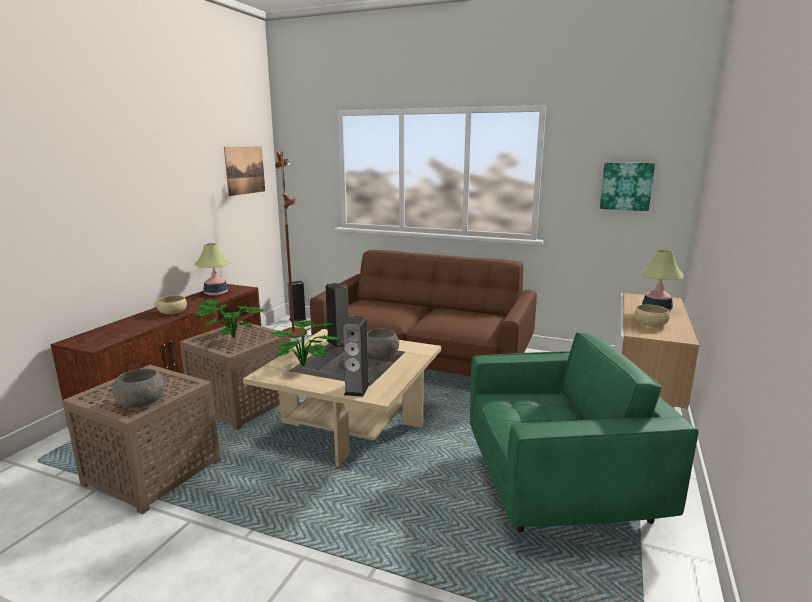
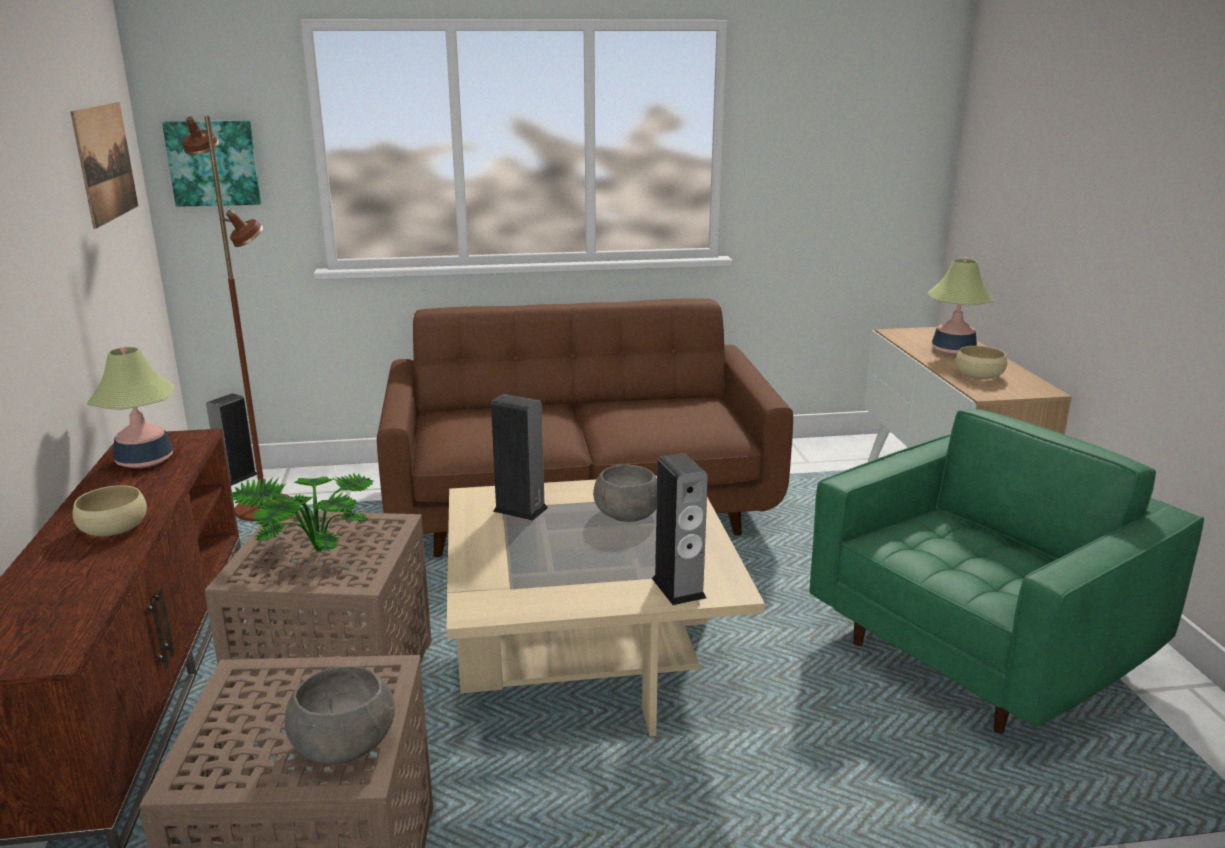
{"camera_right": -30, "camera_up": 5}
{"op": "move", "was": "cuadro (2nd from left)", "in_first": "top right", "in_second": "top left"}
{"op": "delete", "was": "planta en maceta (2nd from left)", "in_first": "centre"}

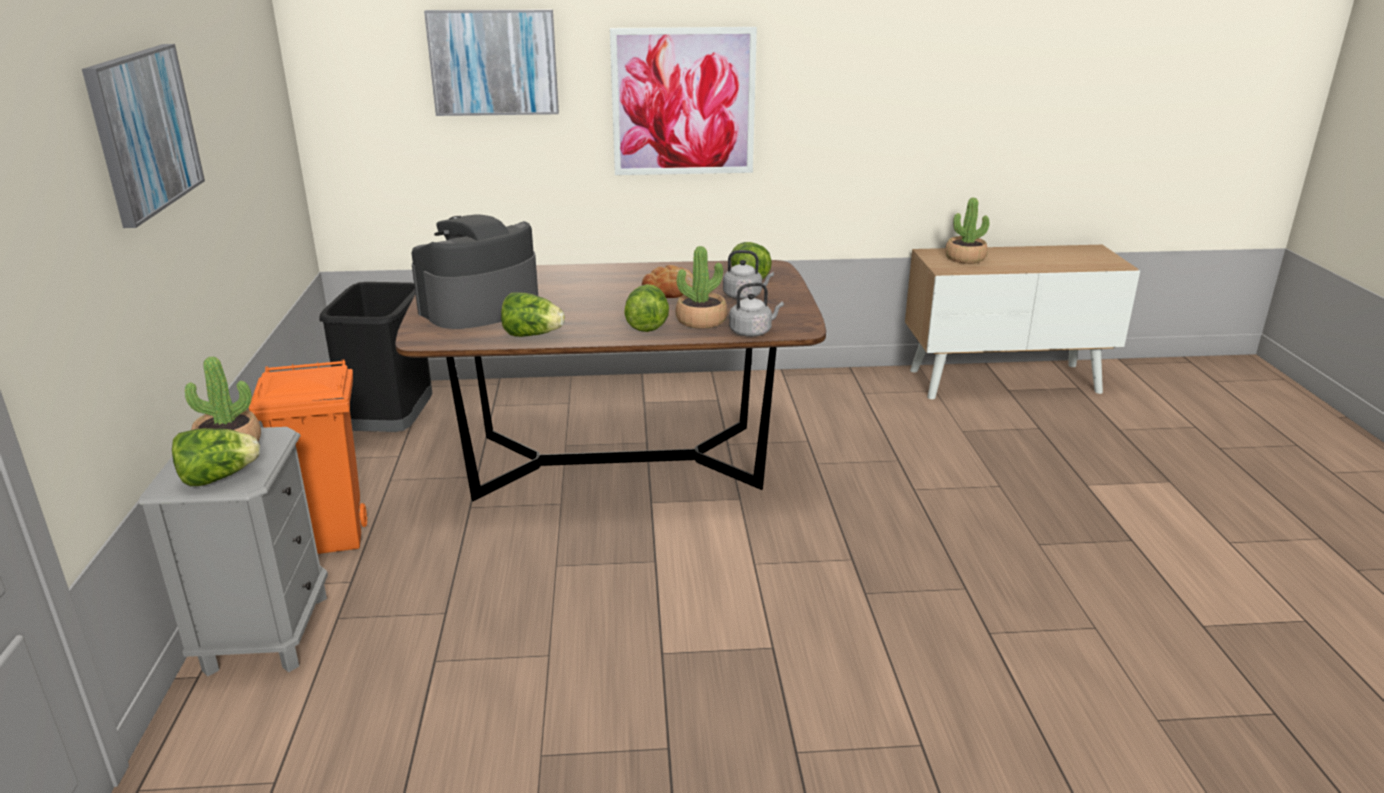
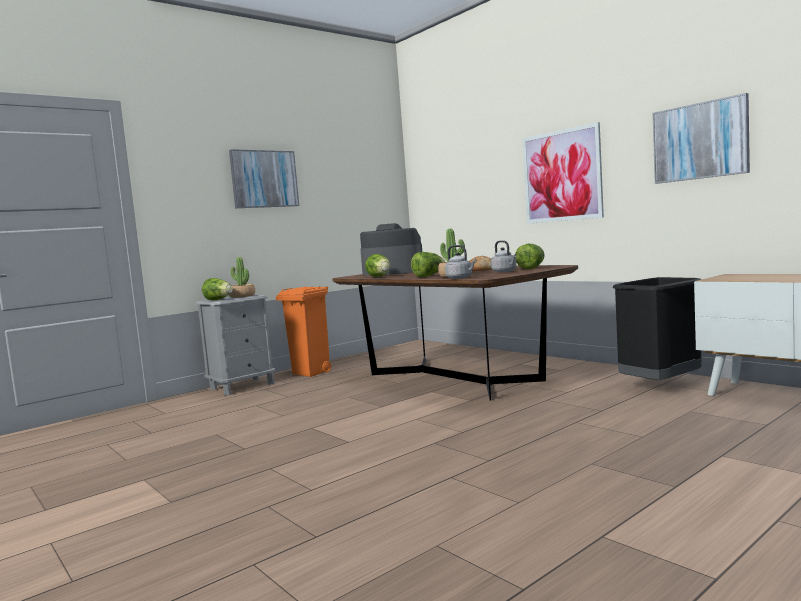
{"camera_right": 55, "camera_up": -20}
{"op": "move", "was": "cuadro (2nd from left in the first image)", "now": "cuadro (3rd from left)", "in_first": "top centre", "in_second": "top right"}
{"op": "delete", "was": "planta en maceta (3rd from left)", "in_first": "top right"}
{"op": "move", "was": "papelera [negro]", "in_first": "middle left", "in_second": "middle right"}

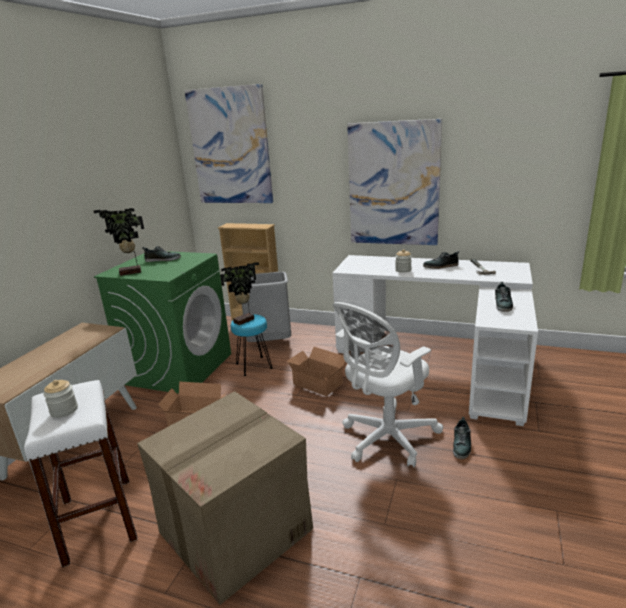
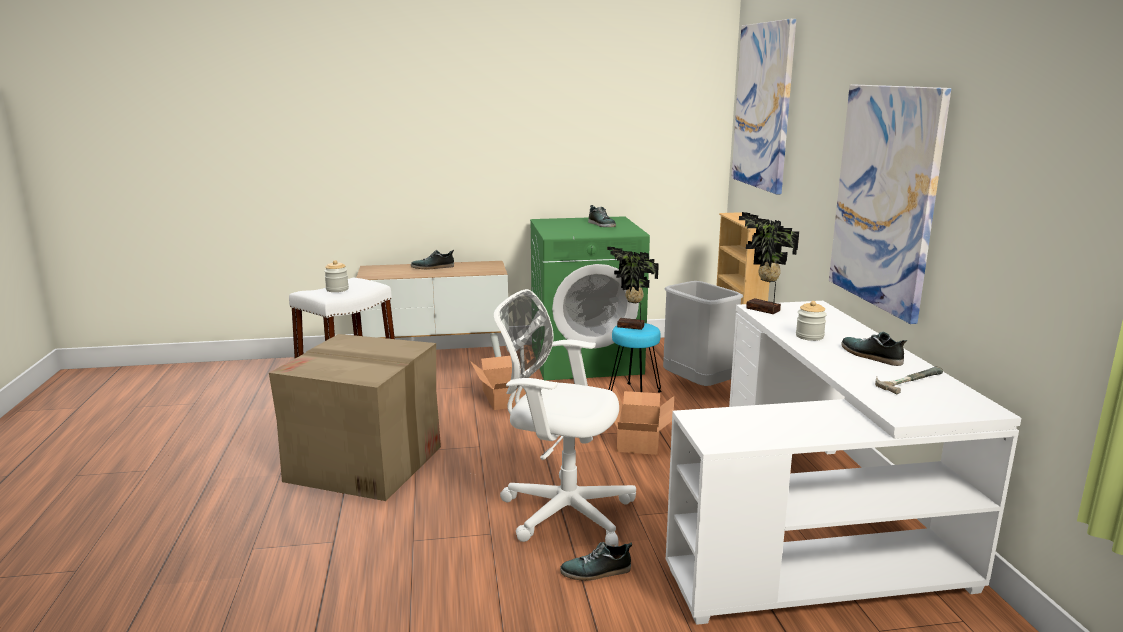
{"camera_right": 60, "camera_up": -5}
{"op": "move", "was": "planta en maceta (1st from left in the first image)", "now": "planta en maceta (2nd from left)", "in_first": "middle left", "in_second": "middle right"}
{"op": "move", "was": "zapato (4th from left in the first image)", "now": "zapato (1st from left)", "in_first": "middle right", "in_second": "centre"}

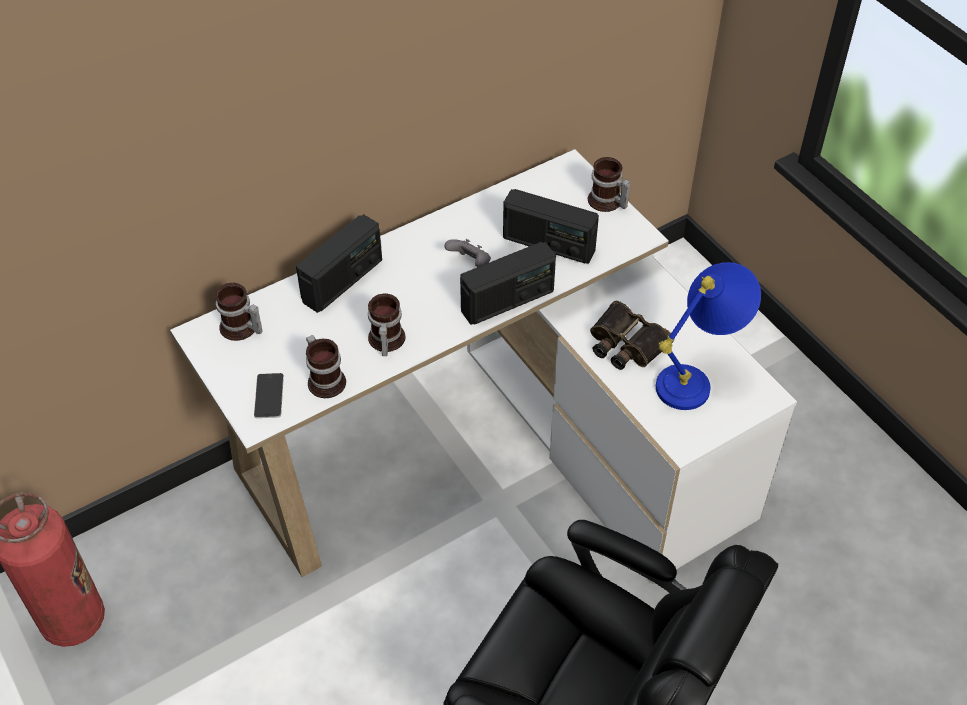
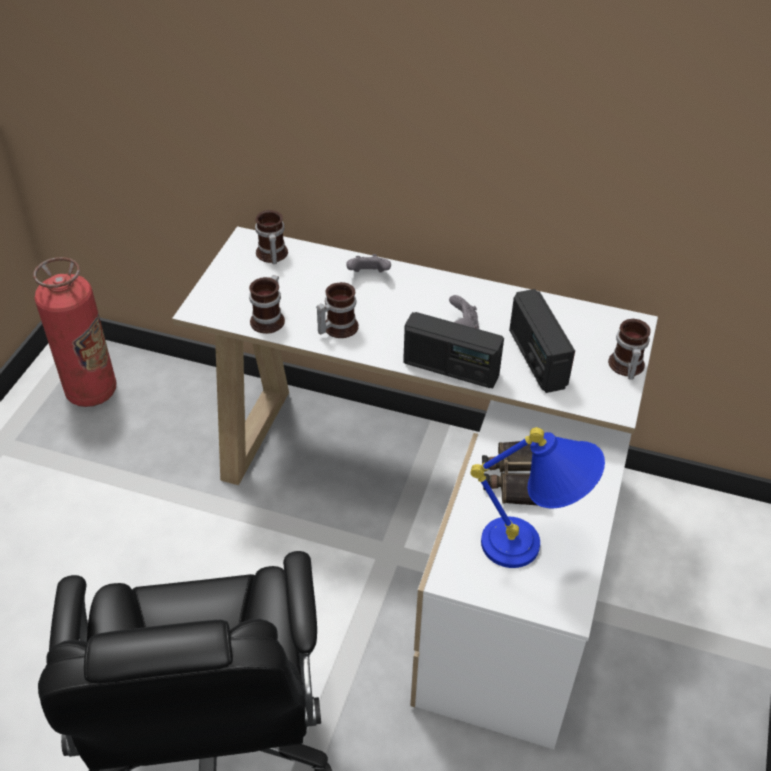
{"camera_right": 50, "camera_up": -5}
{"op": "replace", "was": "radio (1st from left)", "now": "mando de consola [gris] (1st from left)", "in_first": "centre", "in_second": "centre"}
{"op": "delete", "was": "móvil", "in_first": "middle left"}

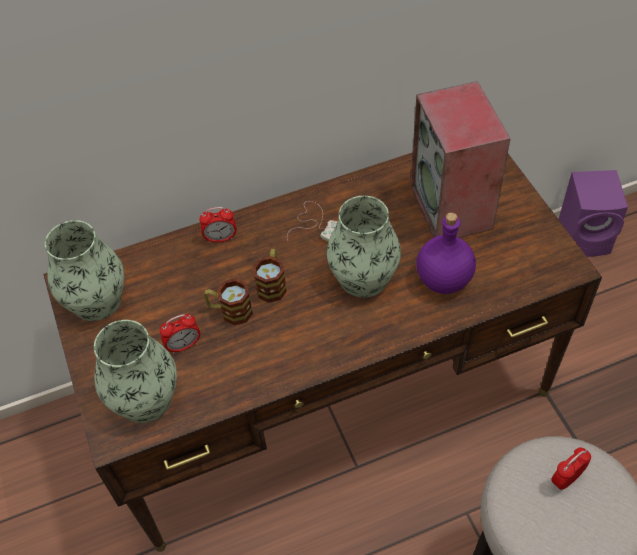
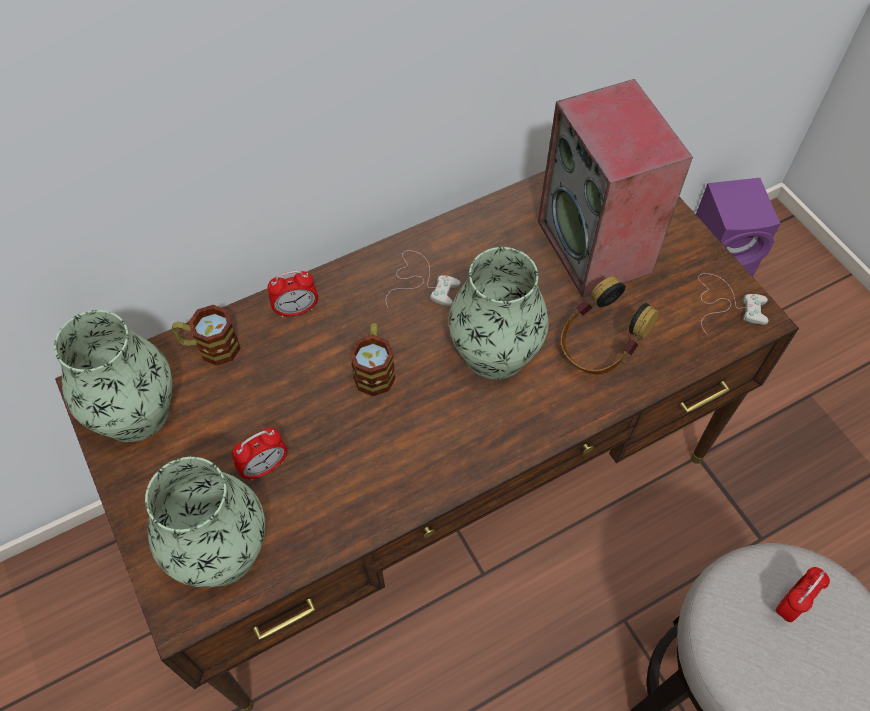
{"camera_right": -10, "camera_up": 5}
{"op": "replace", "was": "botella [morado]", "now": "auriculares", "in_first": "middle right", "in_second": "middle right"}
{"op": "move", "was": "taza grande (1st from left)", "in_first": "centre", "in_second": "middle left"}
{"op": "insert", "now": "mando de consola [blanco] (2nd from left)", "in_second": "middle right"}

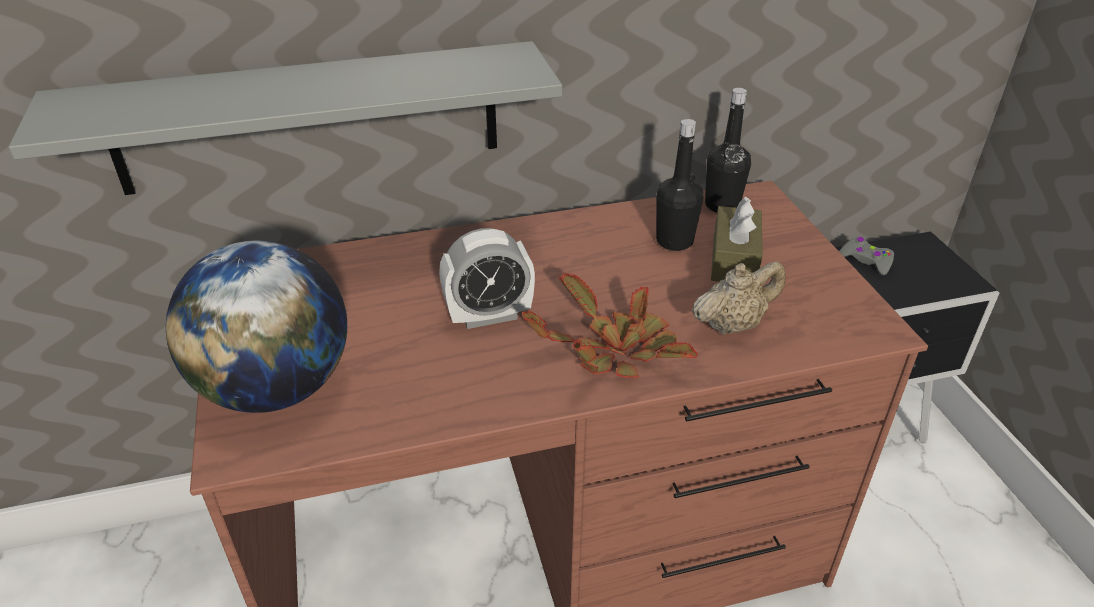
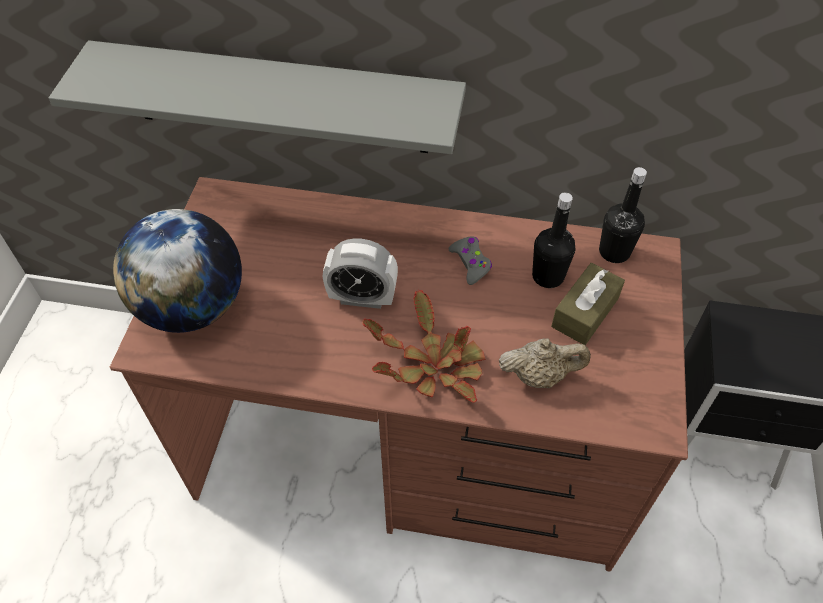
{"camera_right": 25, "camera_up": 15}
{"op": "move", "was": "mando de consola [gris]", "in_first": "middle right", "in_second": "centre"}

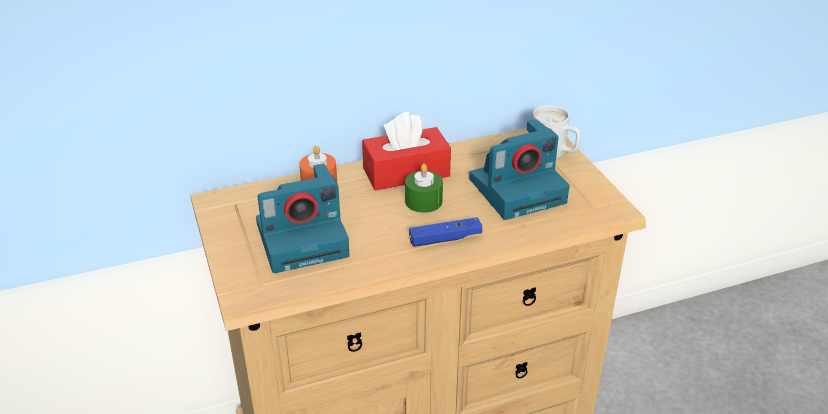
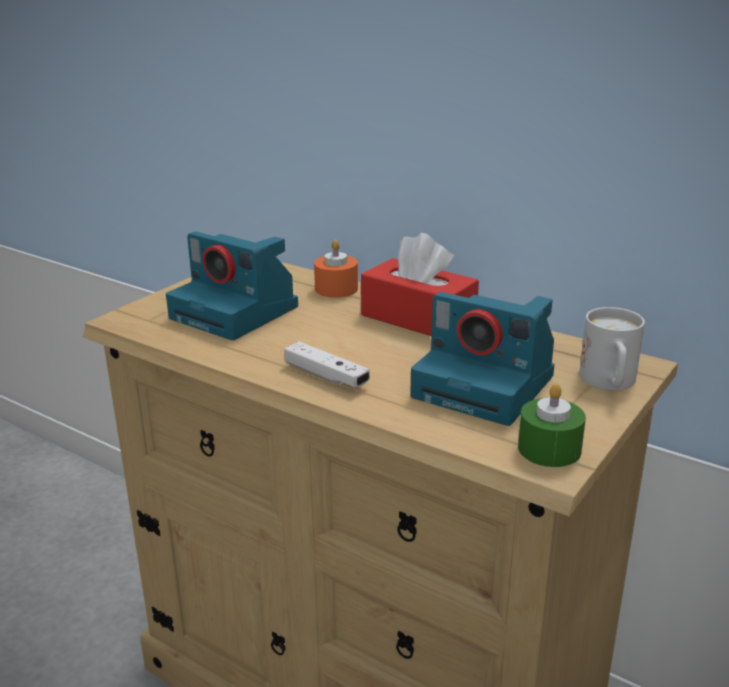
{"camera_right": 55, "camera_up": -10}
{"op": "move", "was": "vela [verde]", "in_first": "centre", "in_second": "middle right"}
{"op": "recolor", "was": "mando de consola [azul]", "now": "mando de consola [blanco]", "in_first": "centre", "in_second": "centre"}

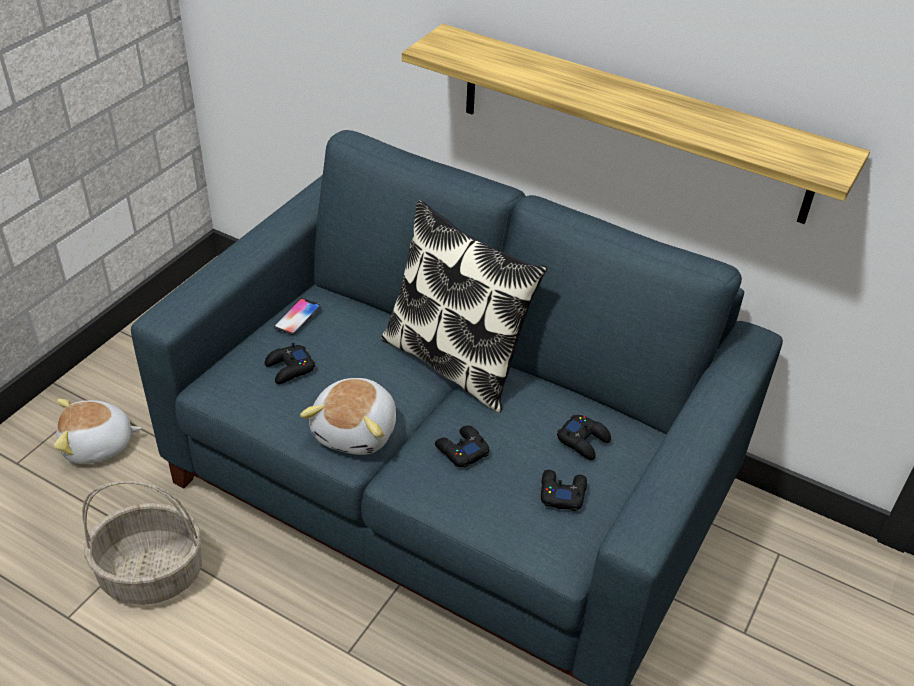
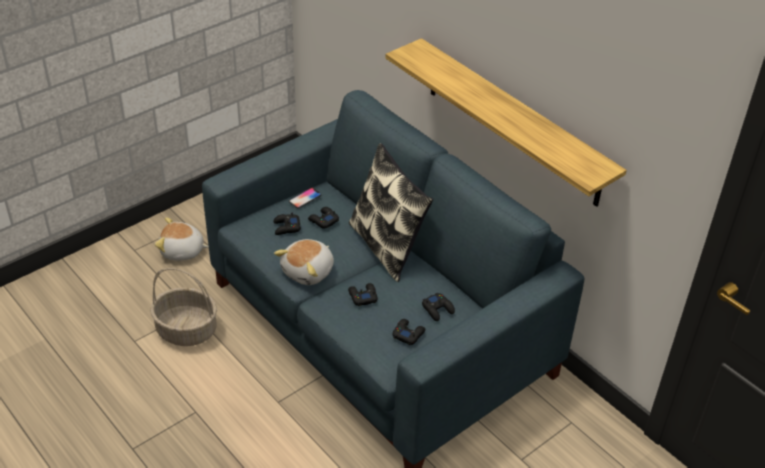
{"camera_right": 20, "camera_up": 0}
{"op": "insert", "now": "mando de consola [negro] (2nd from left)", "in_second": "centre"}

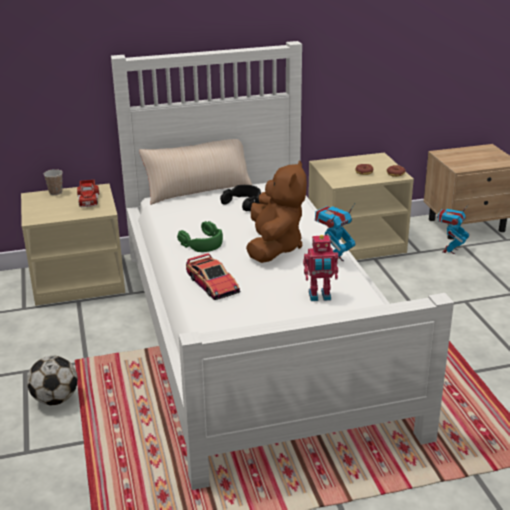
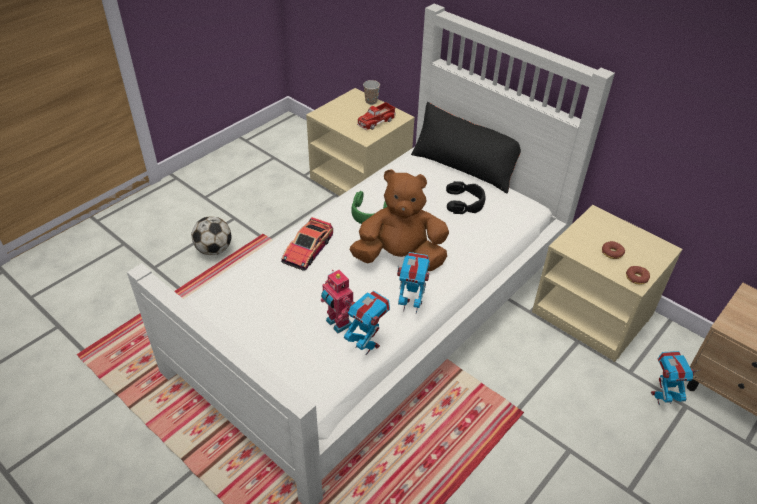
{"camera_right": 55, "camera_up": 15}
{"op": "recolor", "was": "cojín [beis]", "now": "cojín [negro]", "in_first": "centre", "in_second": "top centre"}
{"op": "rotate", "was": "peluche [marrón]", "in_first": "centre", "in_second": "centre", "clockwise": -150}
{"op": "insert", "now": "robot de juguete (2nd from left)", "in_second": "centre"}

